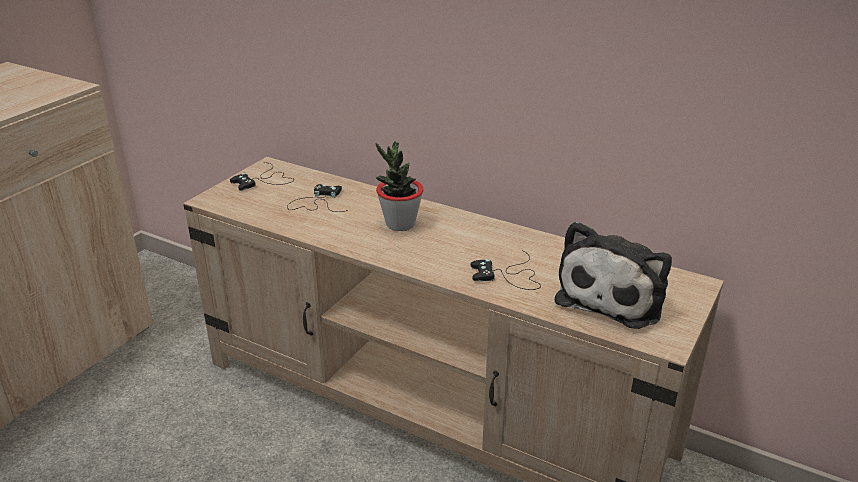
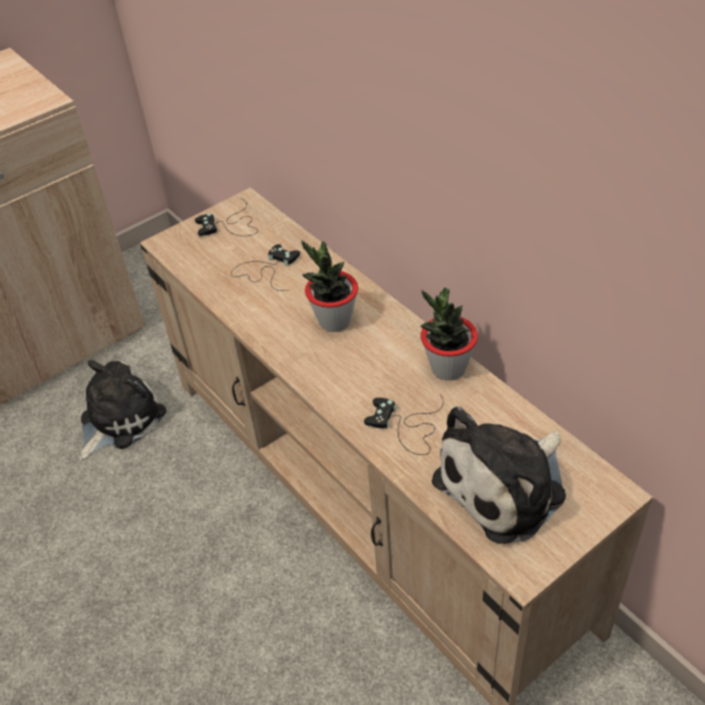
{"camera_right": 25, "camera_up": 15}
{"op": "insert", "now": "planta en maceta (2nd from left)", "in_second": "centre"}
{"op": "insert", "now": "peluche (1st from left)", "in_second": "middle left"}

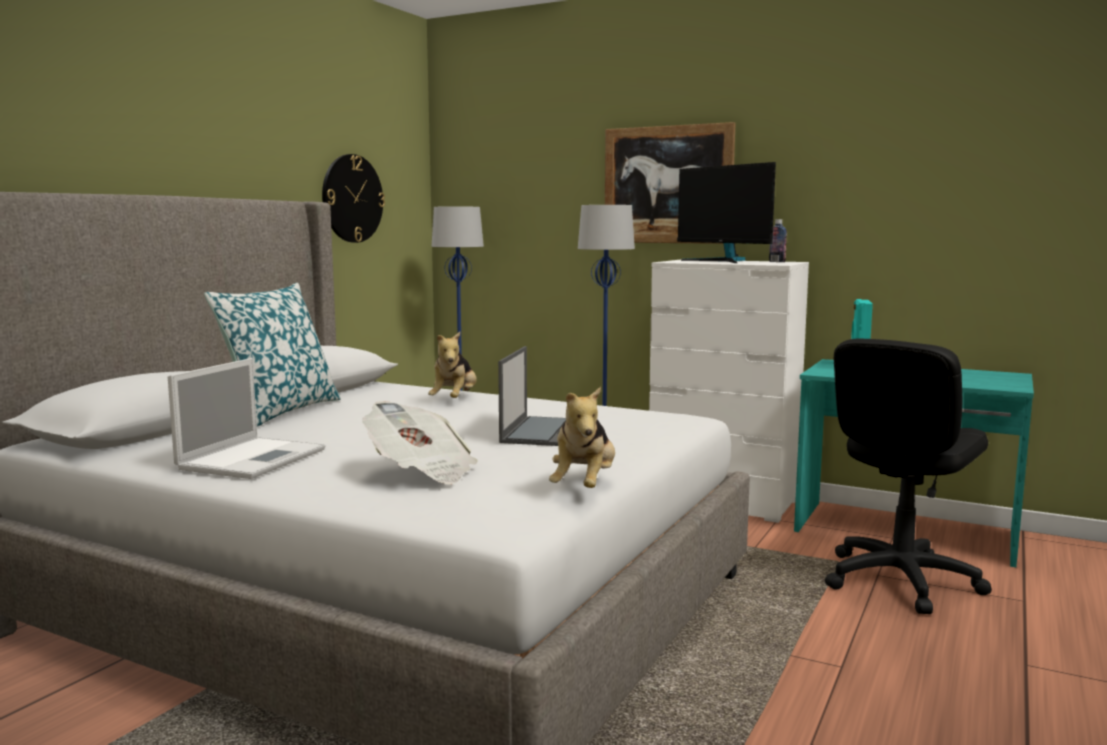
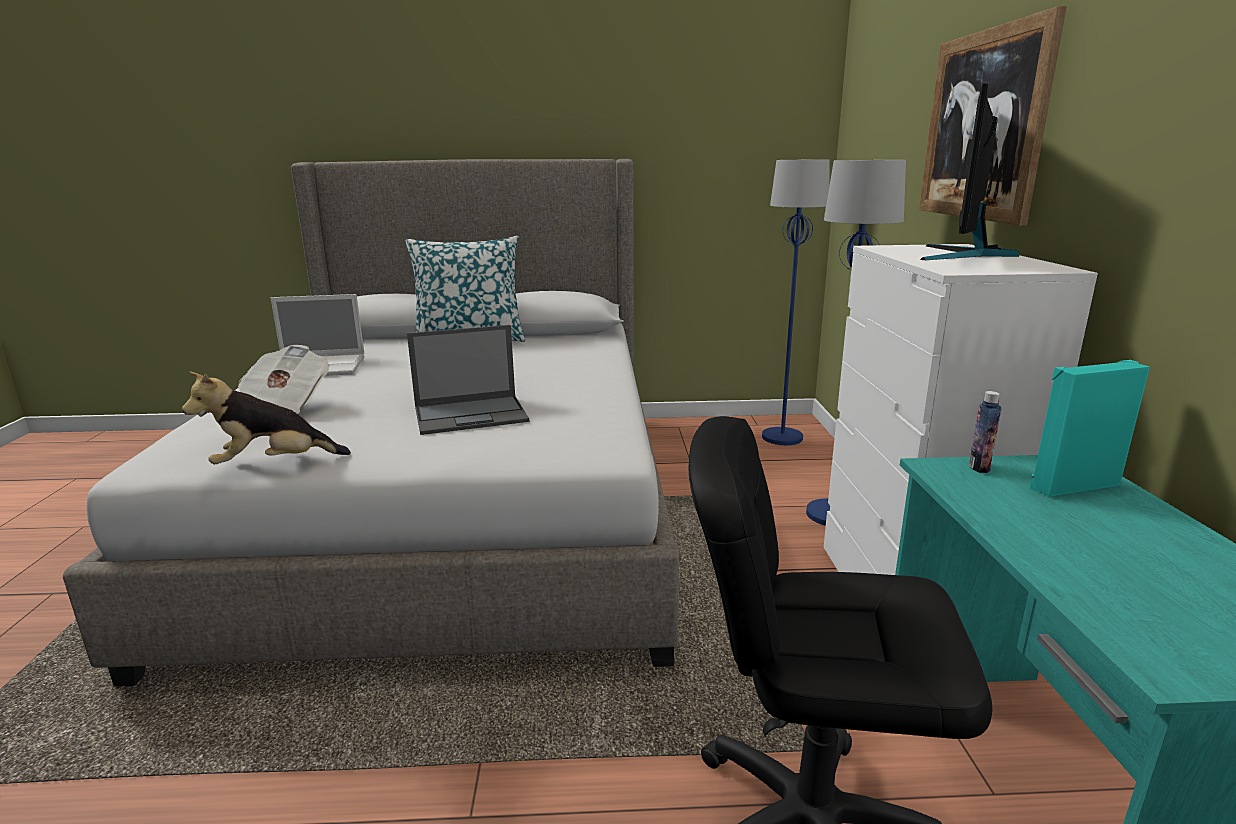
{"camera_right": 60, "camera_up": 10}
{"op": "delete", "was": "reloj de pared", "in_first": "top left"}
{"op": "move", "was": "botella", "in_first": "top right", "in_second": "middle right"}
{"op": "delete", "was": "peluche (1st from left)", "in_first": "centre"}

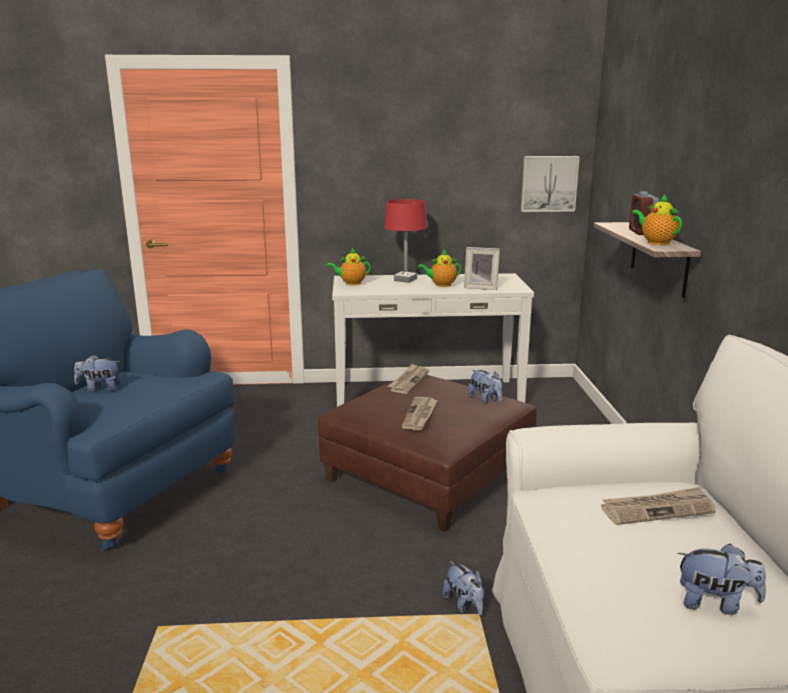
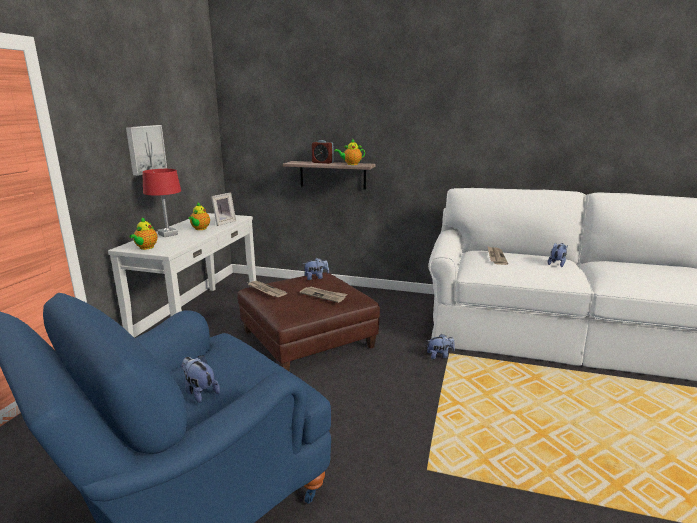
{"camera_right": -70, "camera_up": 0}
{"op": "move", "was": "cuadro", "in_first": "top right", "in_second": "top left"}
{"op": "rotate", "was": "peluche (1st from left)", "in_first": "middle left", "in_second": "bottom left", "clockwise": 120}

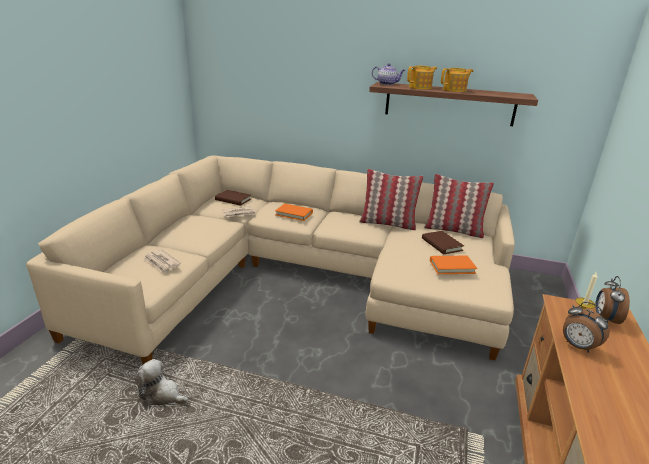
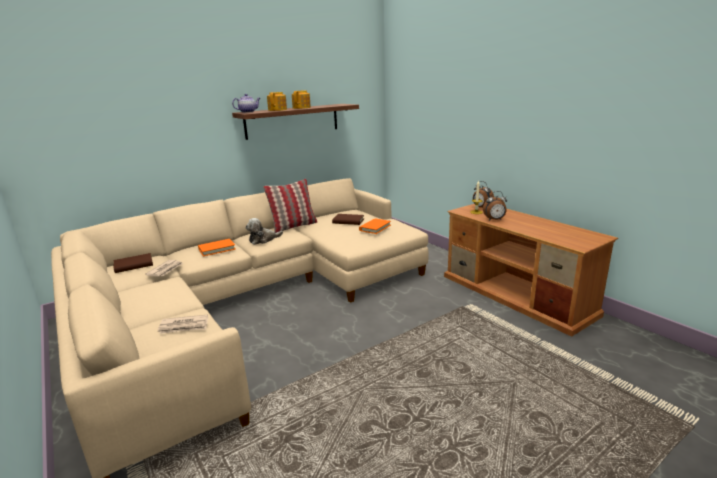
{"camera_right": -50, "camera_up": -5}
{"op": "delete", "was": "cojín (2nd from left)", "in_first": "middle right"}
{"op": "move", "was": "peluche", "in_first": "bottom left", "in_second": "centre"}

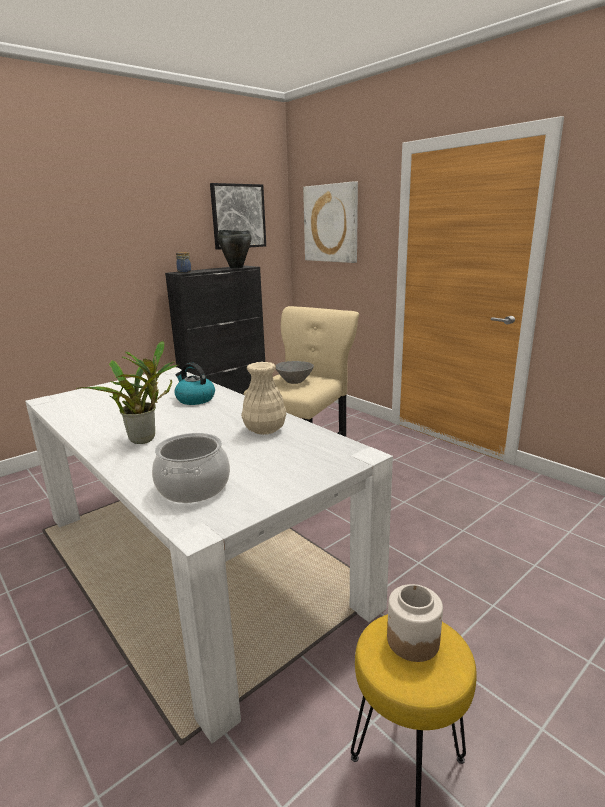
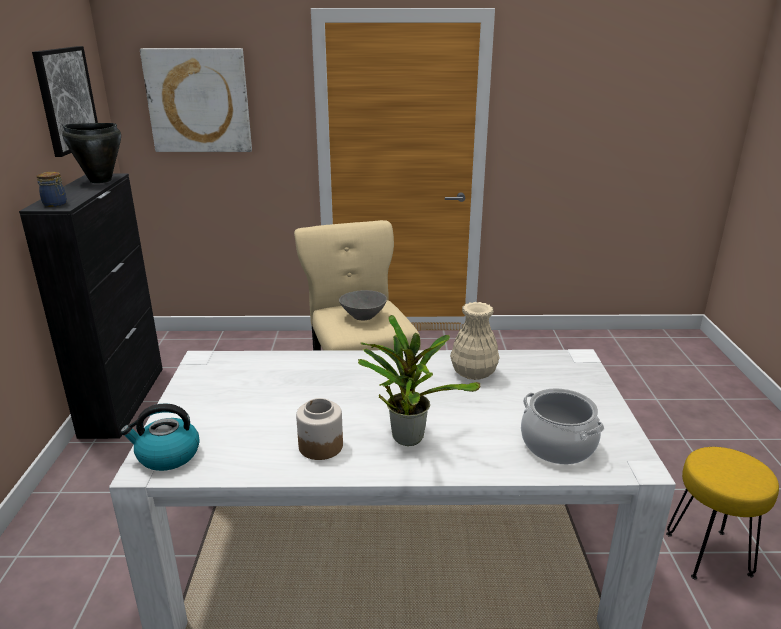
{"camera_right": -50, "camera_up": 5}
{"op": "move", "was": "hervidor", "in_first": "middle left", "in_second": "bottom left"}
{"op": "move", "was": "tarro (2nd from left)", "in_first": "bottom right", "in_second": "bottom centre"}

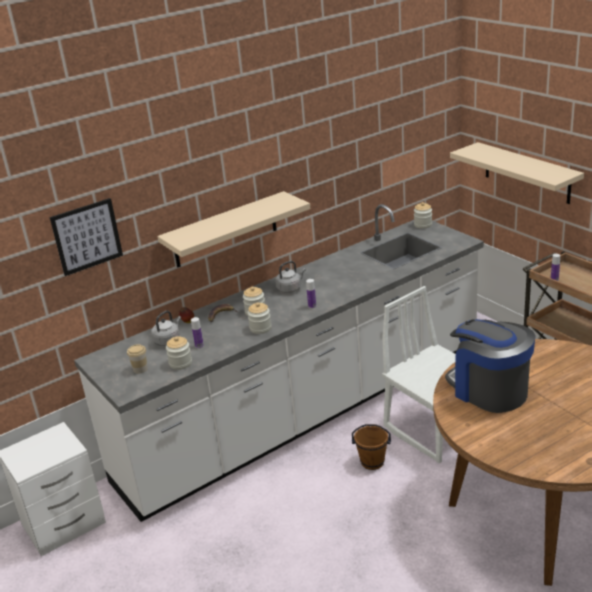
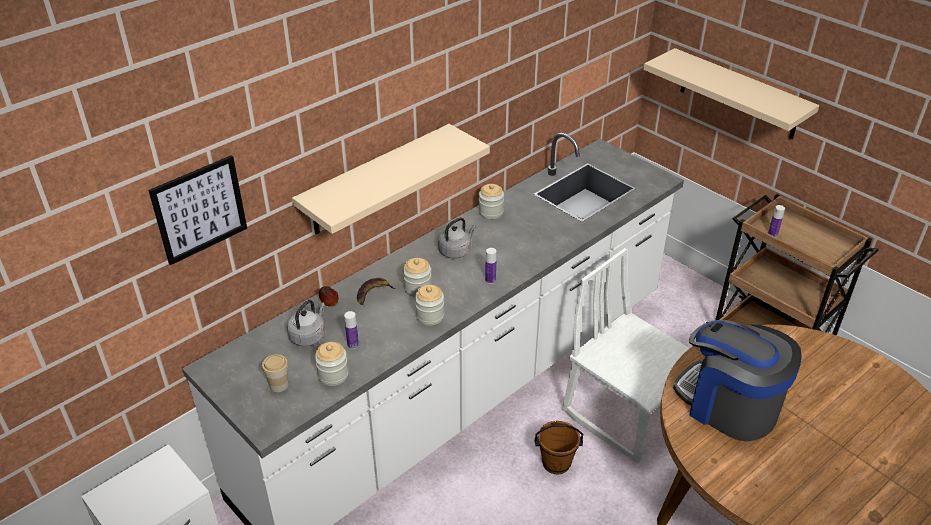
{"camera_right": -10, "camera_up": 10}
{"op": "move", "was": "tarro (4th from left)", "in_first": "middle right", "in_second": "centre"}

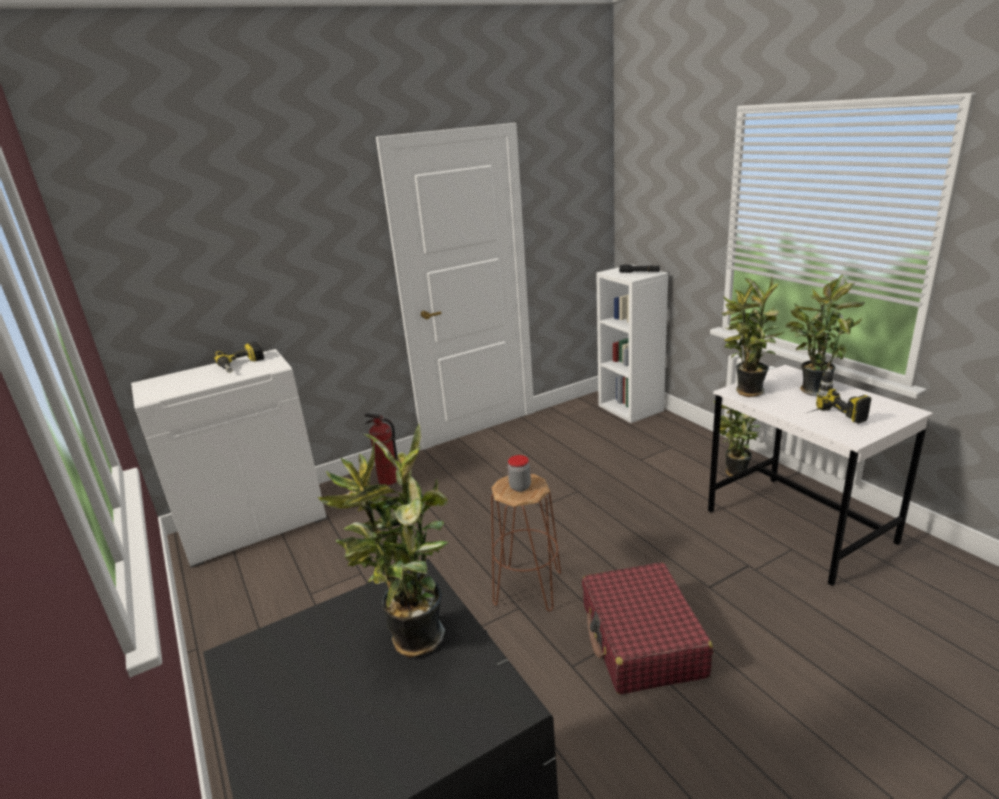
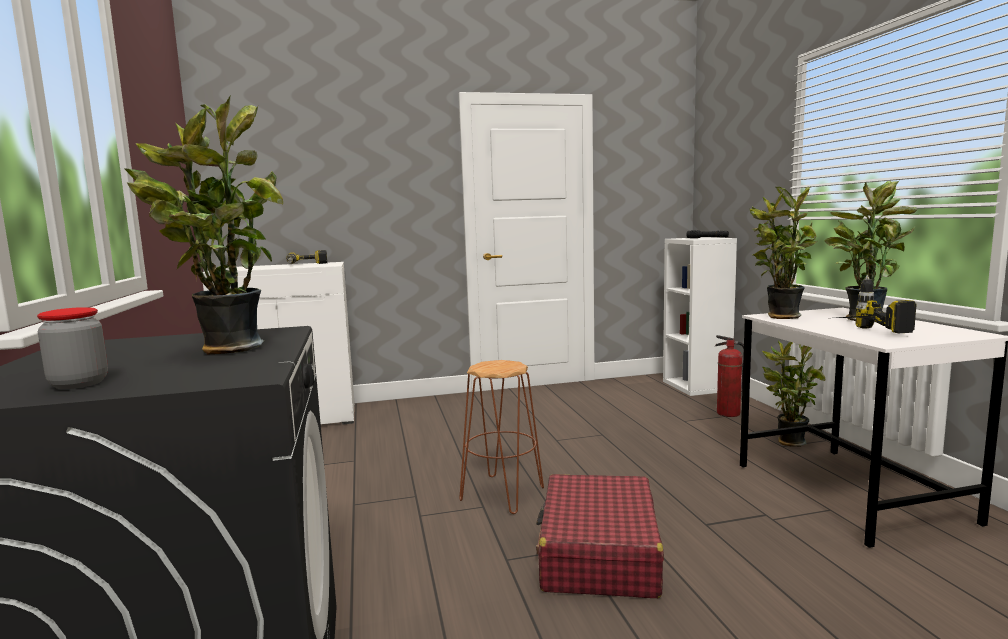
{"camera_right": 15, "camera_up": -15}
{"op": "move", "was": "extintor", "in_first": "centre", "in_second": "middle right"}
{"op": "move", "was": "tarro", "in_first": "centre", "in_second": "middle left"}

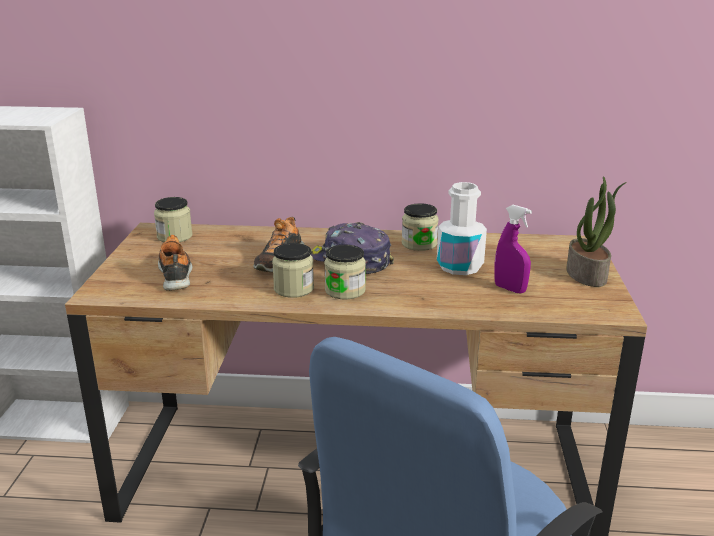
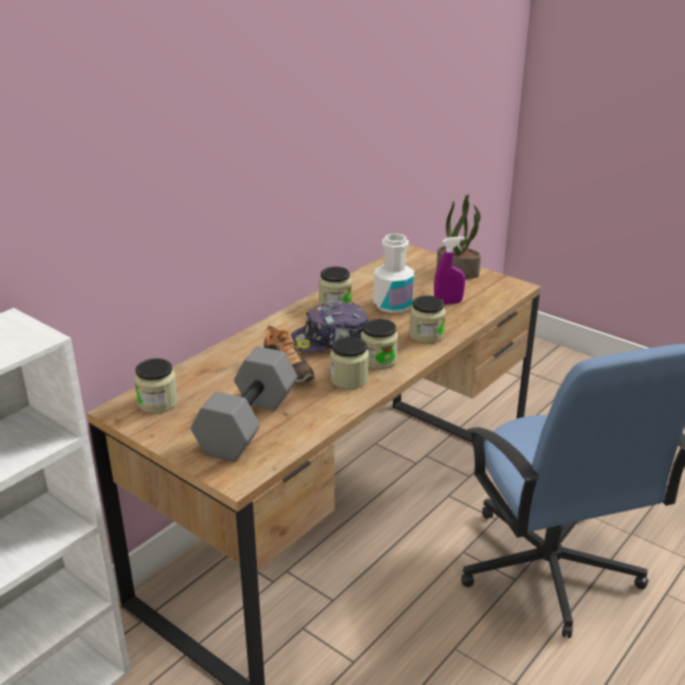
{"camera_right": -55, "camera_up": 5}
{"op": "replace", "was": "zapato (1st from left)", "now": "mancuerna [gris]", "in_first": "middle left", "in_second": "centre"}
{"op": "insert", "now": "tarro (5th from left)", "in_second": "centre"}

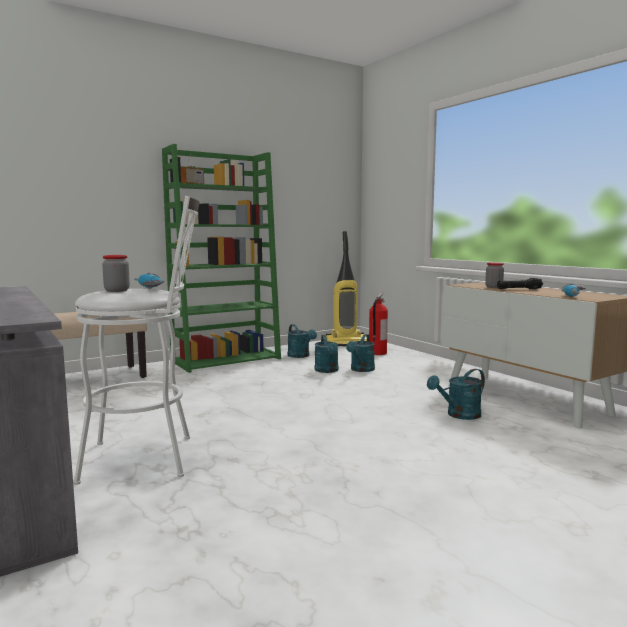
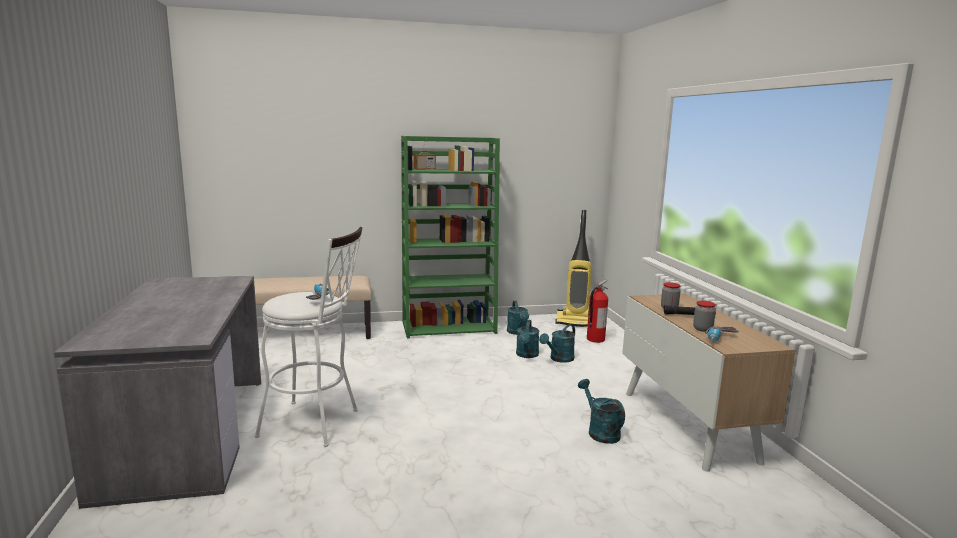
{"camera_right": 20, "camera_up": 5}
{"op": "move", "was": "tarro (1st from left in the first image)", "now": "tarro (2nd from left)", "in_first": "middle left", "in_second": "middle right"}
{"op": "rotate", "was": "regadera [turquesa] (4th from left)", "in_first": "middle right", "in_second": "bottom centre", "clockwise": 75}

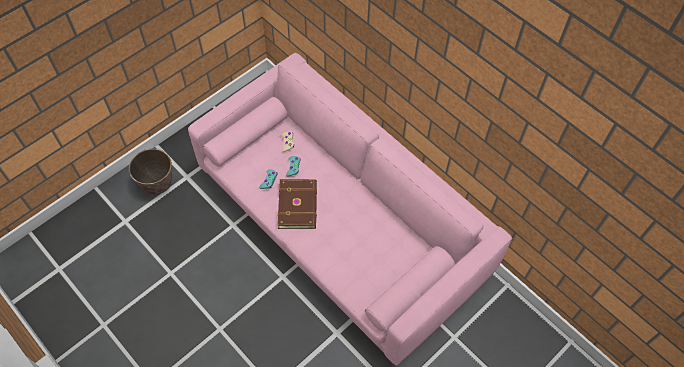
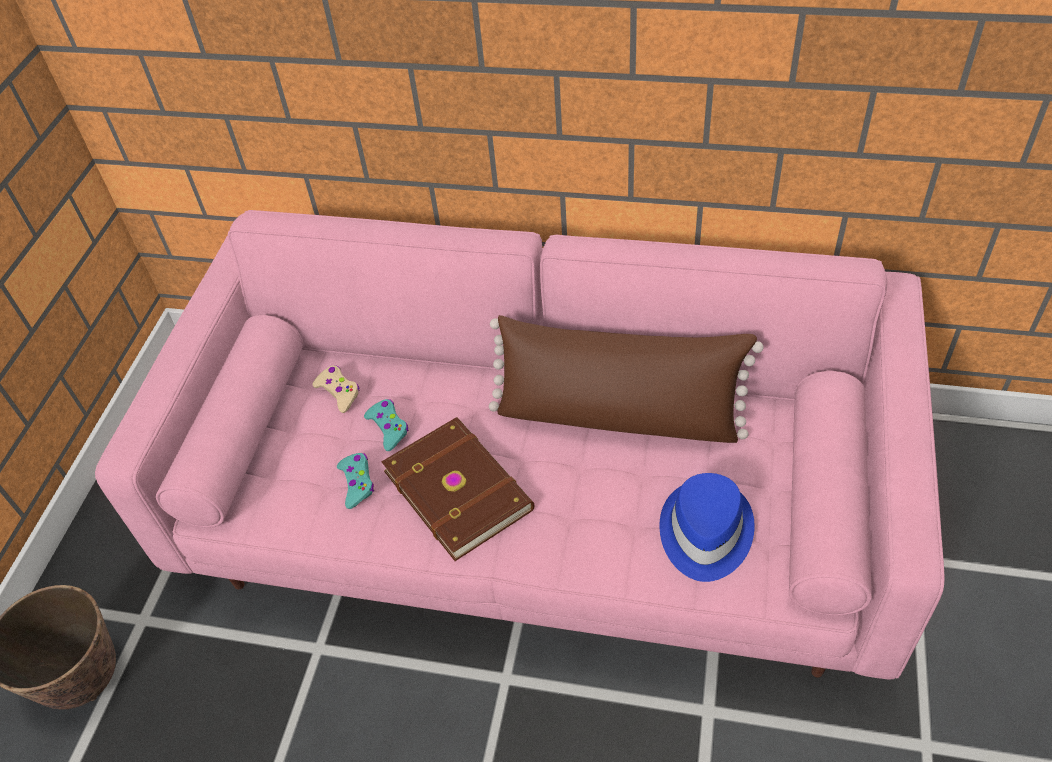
{"camera_right": -30, "camera_up": -10}
{"op": "insert", "now": "cojín [marrón]", "in_second": "centre"}
{"op": "insert", "now": "sombrero [azul]", "in_second": "bottom right"}

